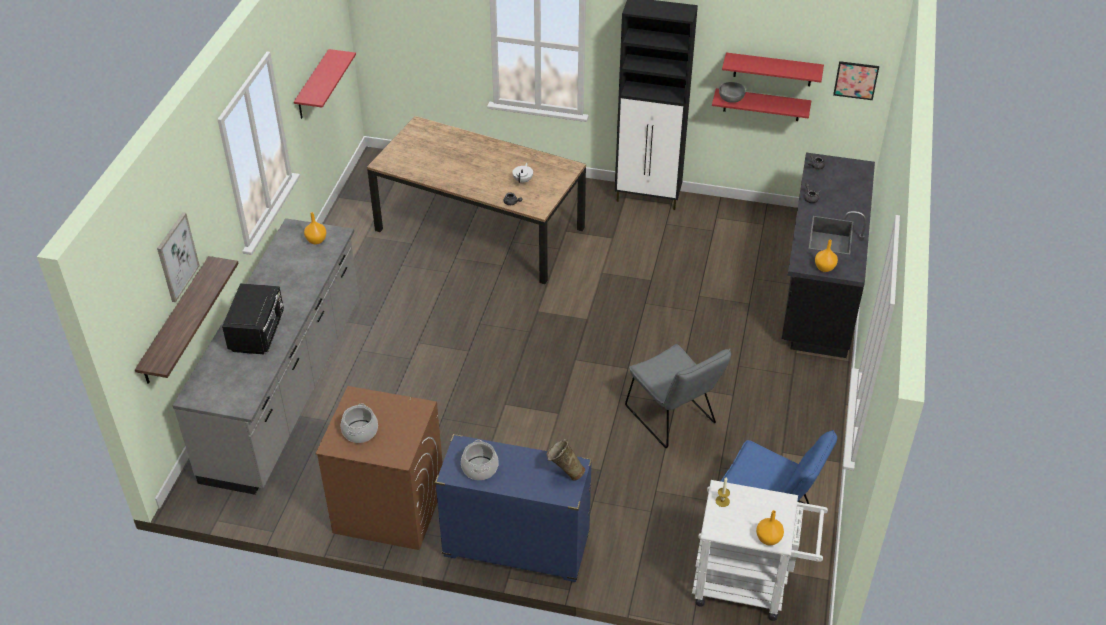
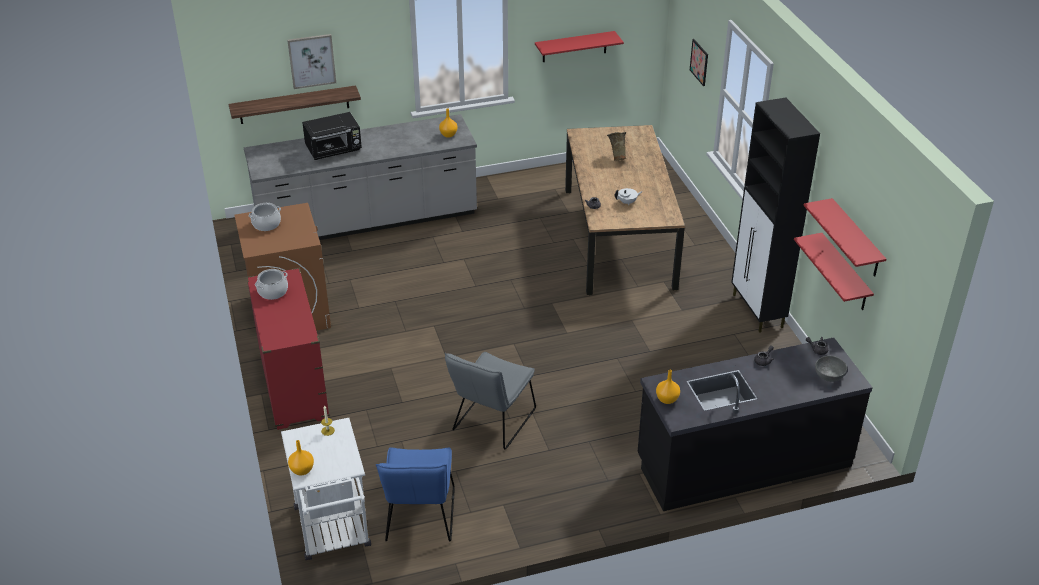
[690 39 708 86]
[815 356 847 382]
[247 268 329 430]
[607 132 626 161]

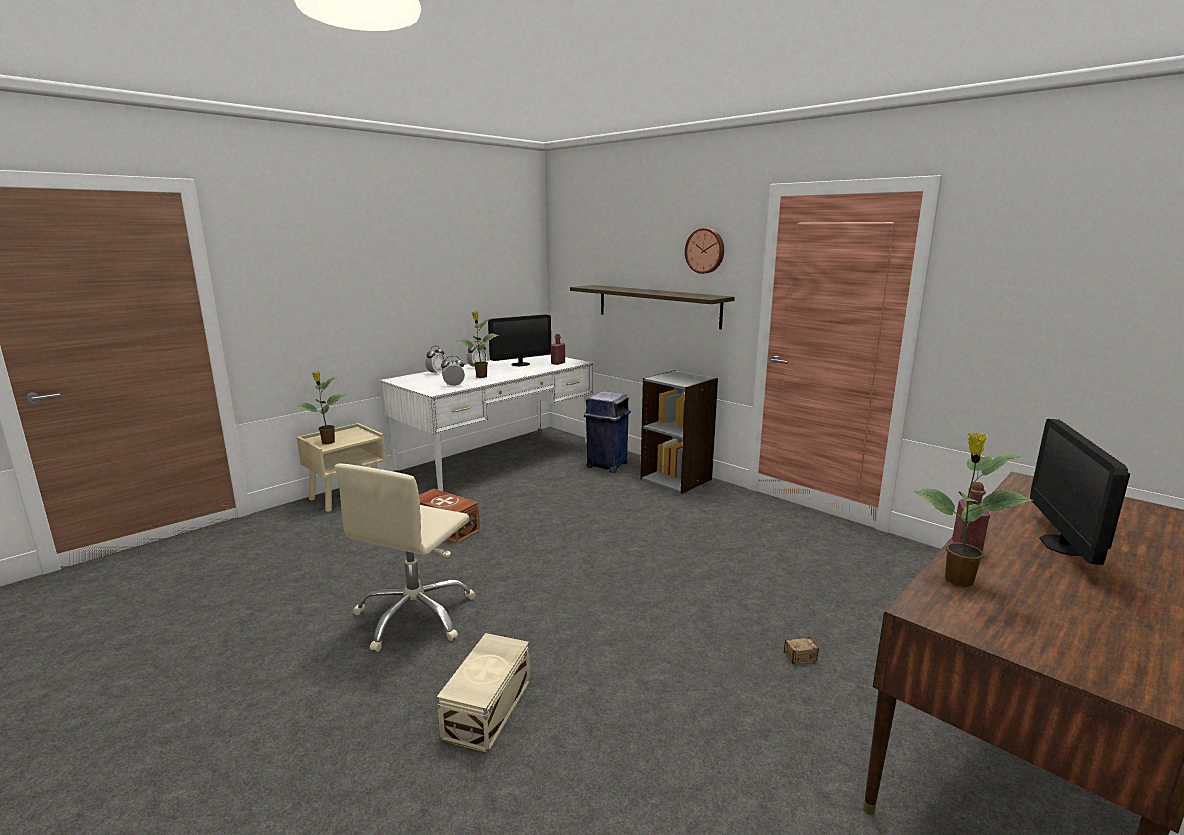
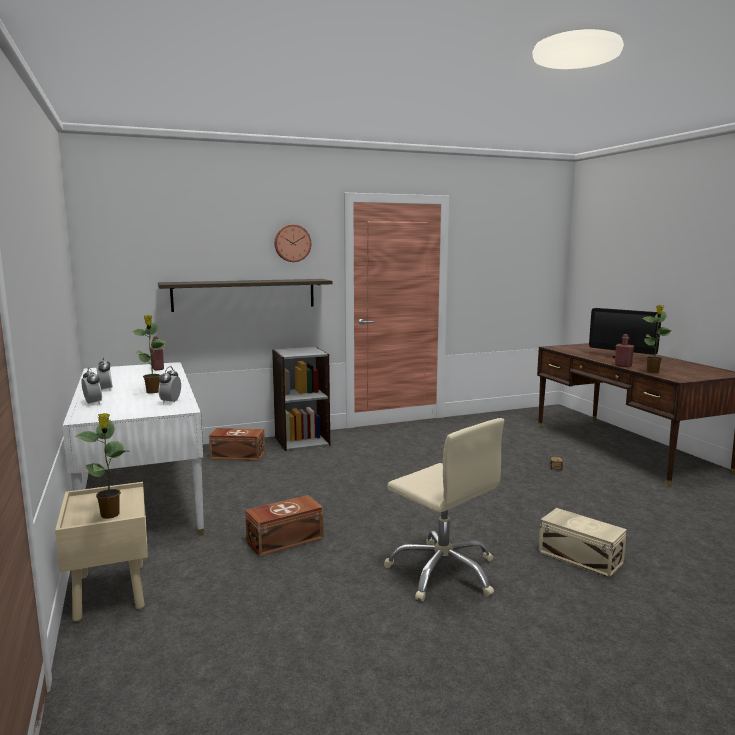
[488 314 551 366] (first image)
[209 428 265 461]

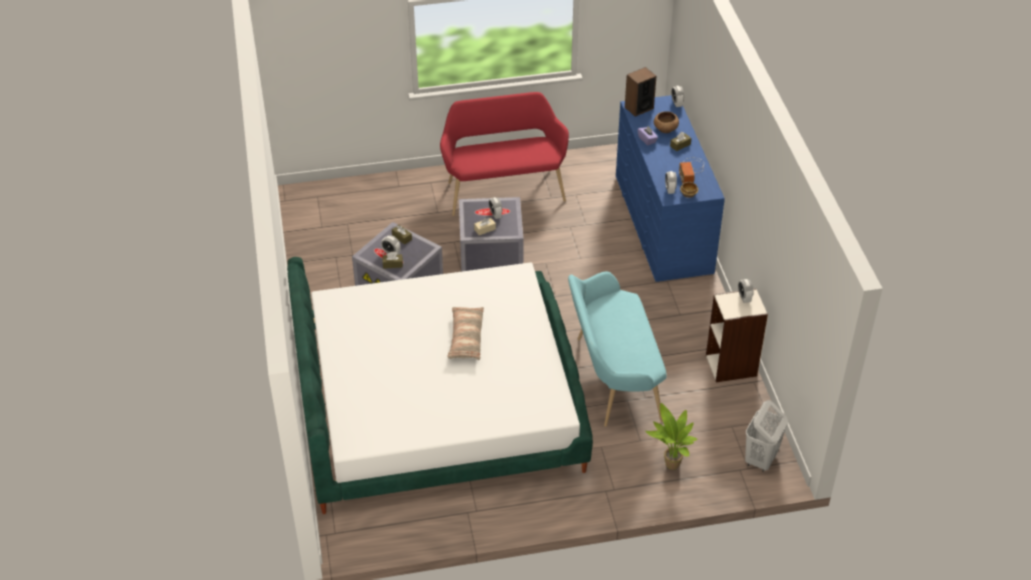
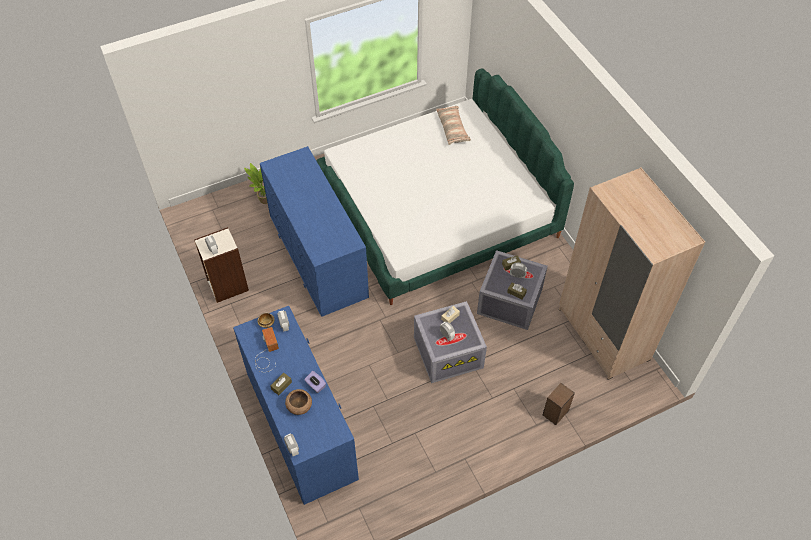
[543 383 575 425]
[440 92 569 216] (first image)
[260 146 369 317]
[436 106 471 145]
[745 400 788 472] (first image)
[559 167 705 380]

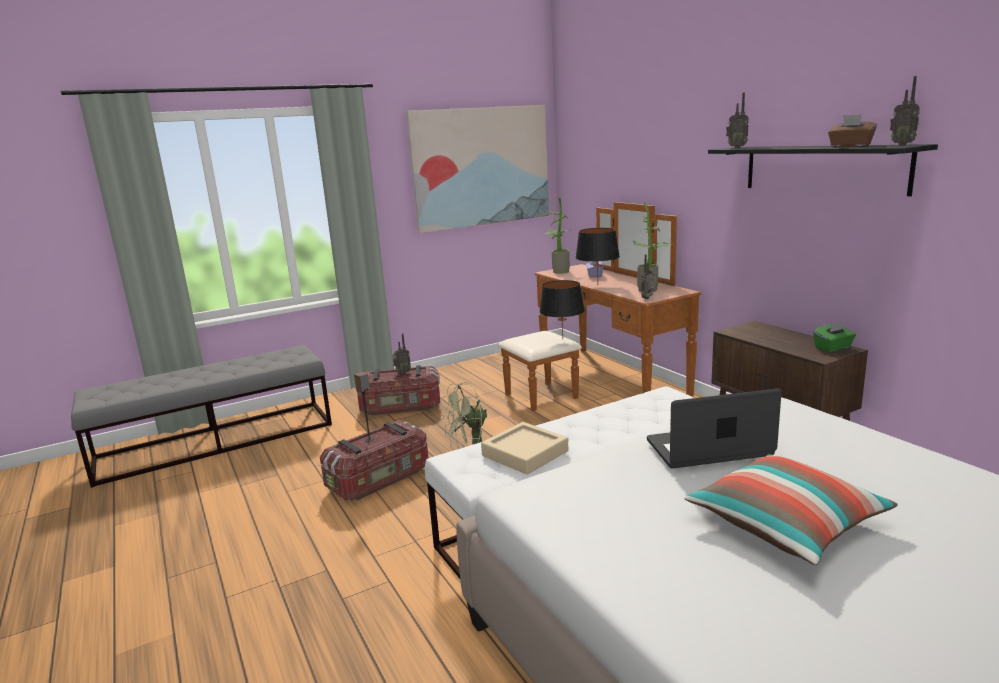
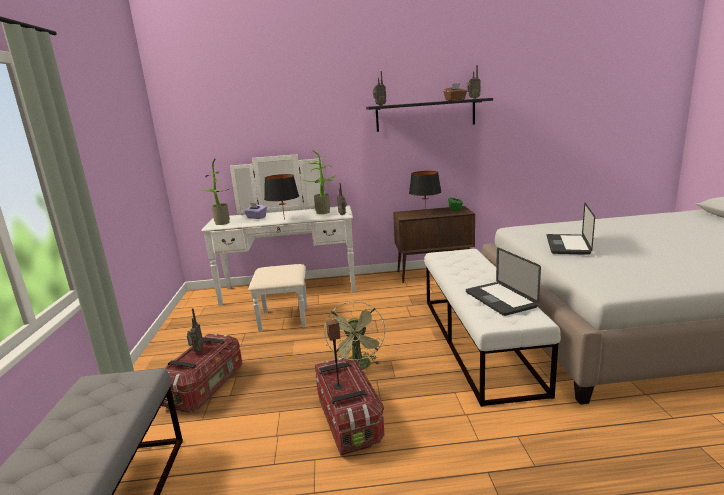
[406 105 549 233] (first image)
[201 154 356 332]
[409 171 441 213]
[466 248 541 316]
[684 454 898 565] (first image)

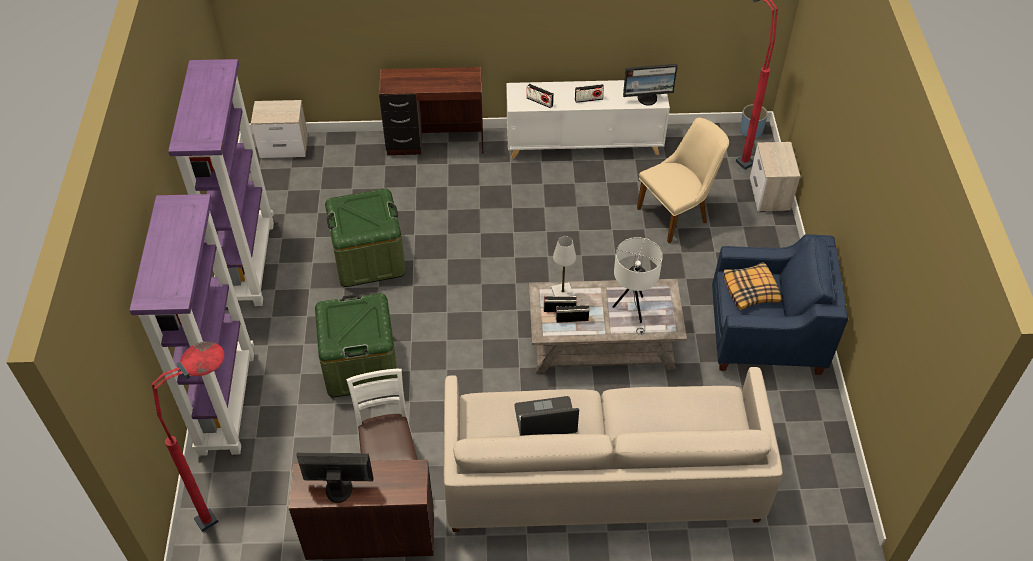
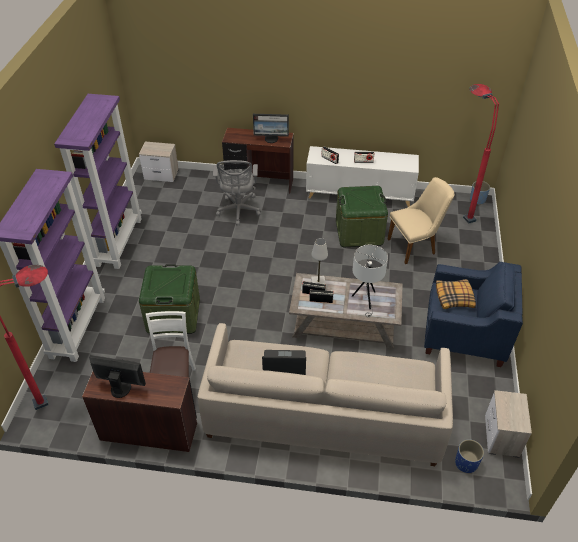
[253 114 289 143]
[485 390 532 458]
[336 186 388 247]
[213 160 261 225]
[455 439 484 473]

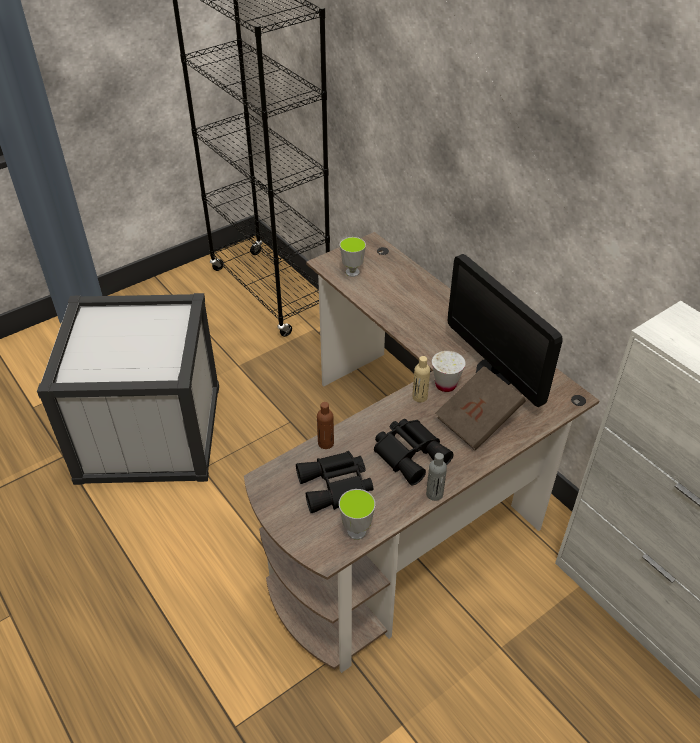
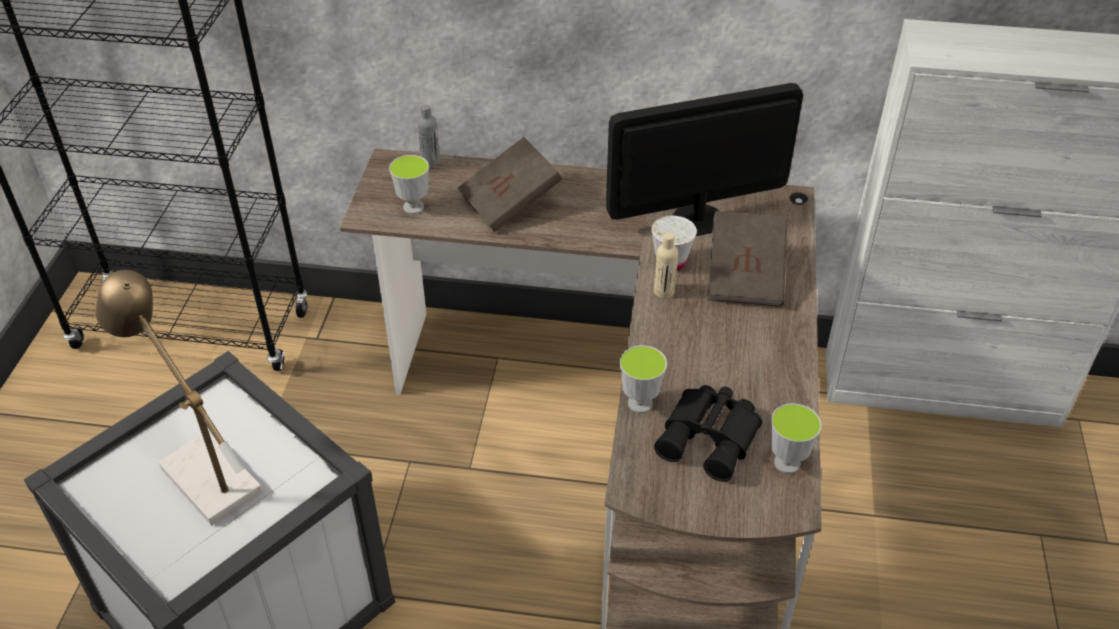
[606 83 803 236]
[620 345 667 413]
[374 419 454 485] (first image)
[418 104 440 166]
[457 137 562 232]
[95 270 263 526]

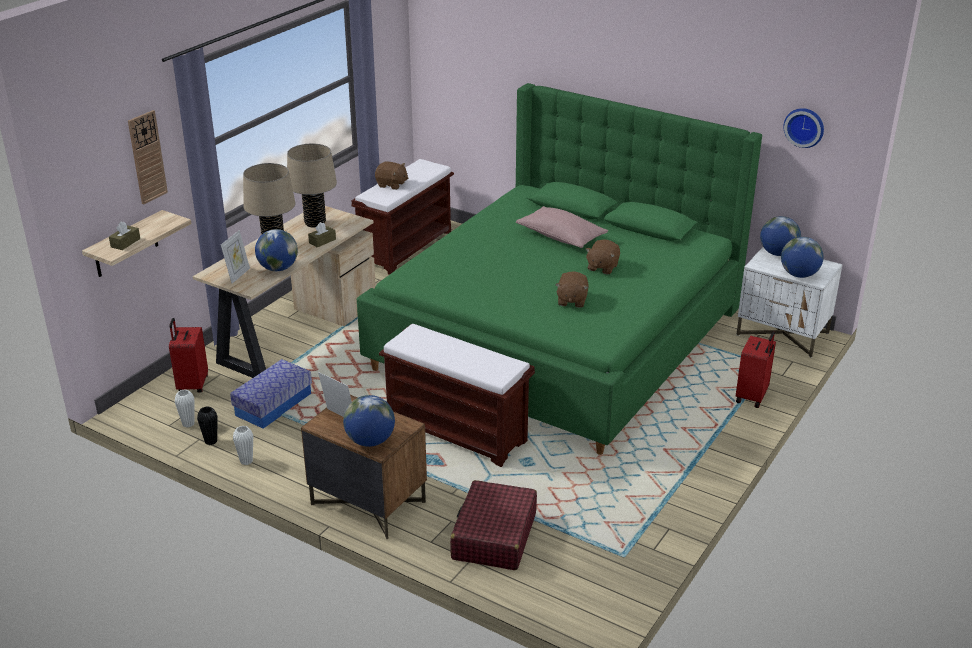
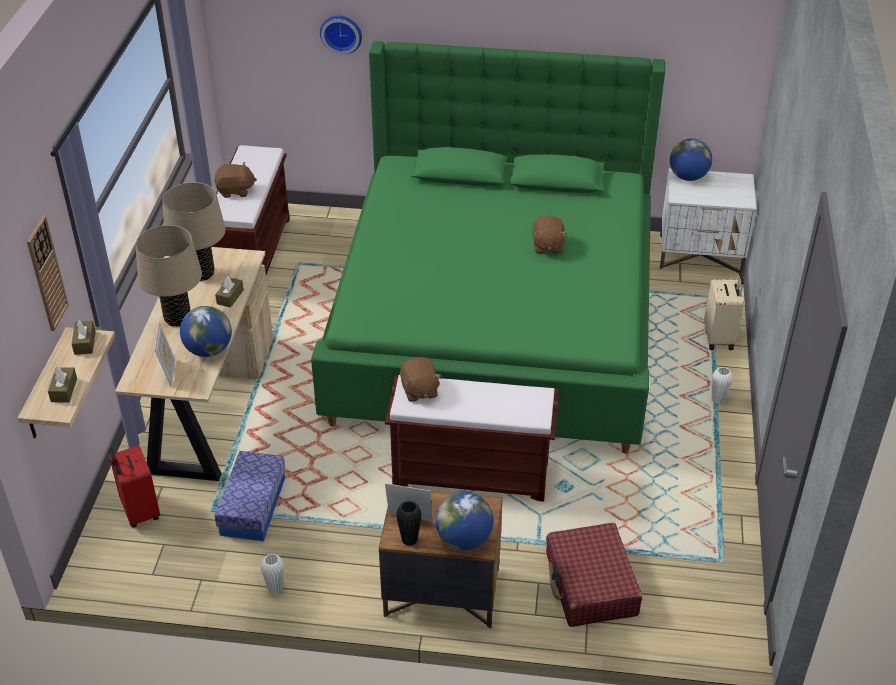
[320 16 362 55]
[516 206 608 248] (first image)
[781 237 824 278] (first image)
[400 357 442 402]
[704 272 744 350]
[712 367 733 405]
[396 501 422 546]
[72 320 96 355]

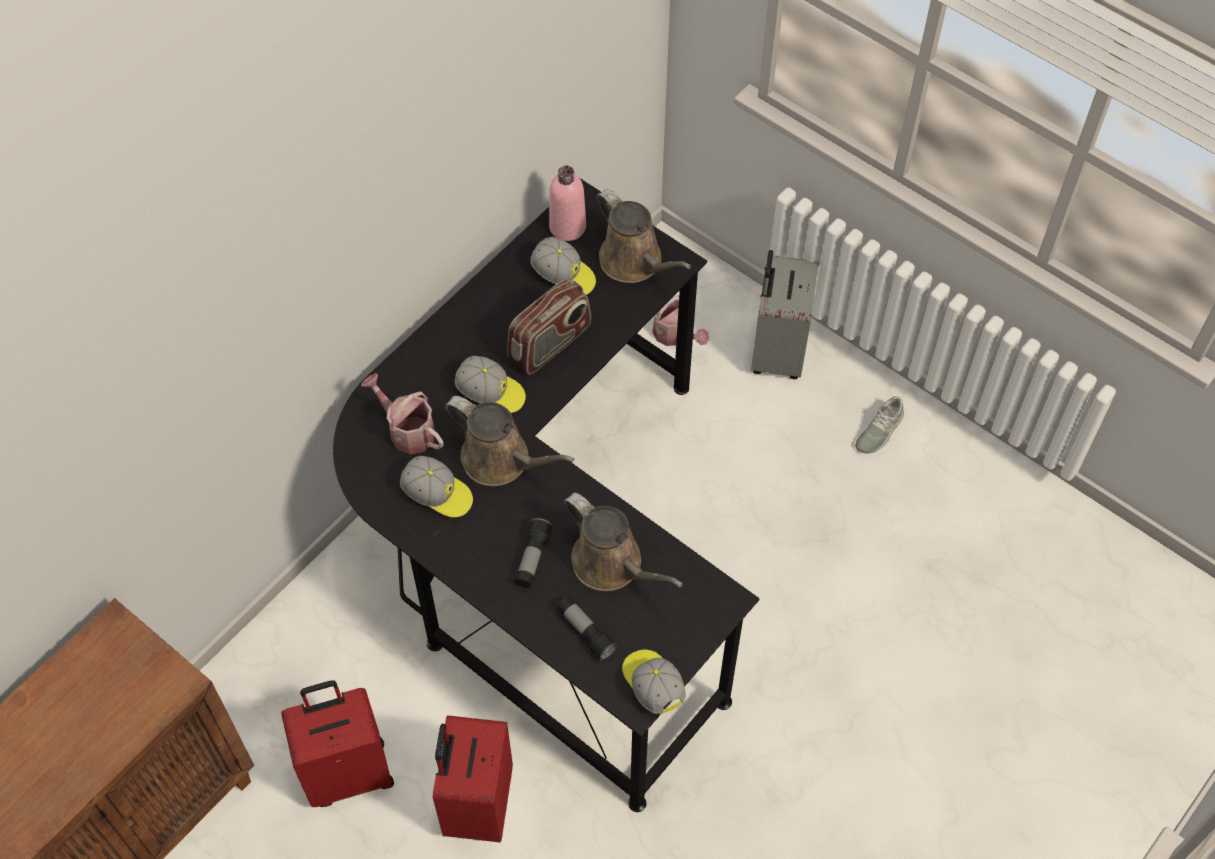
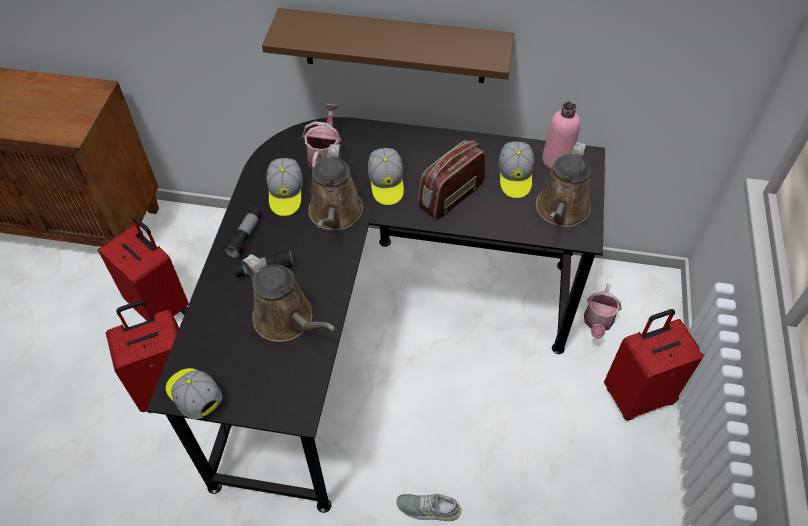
[604 309 704 421]
[418 140 486 220]
[396 494 461 521]
[242 254 335 342]
[223 207 262 259]
[166 368 222 419]
[262 8 514 83]

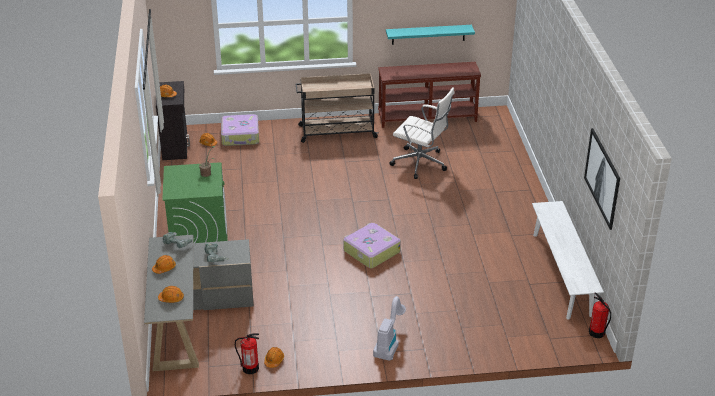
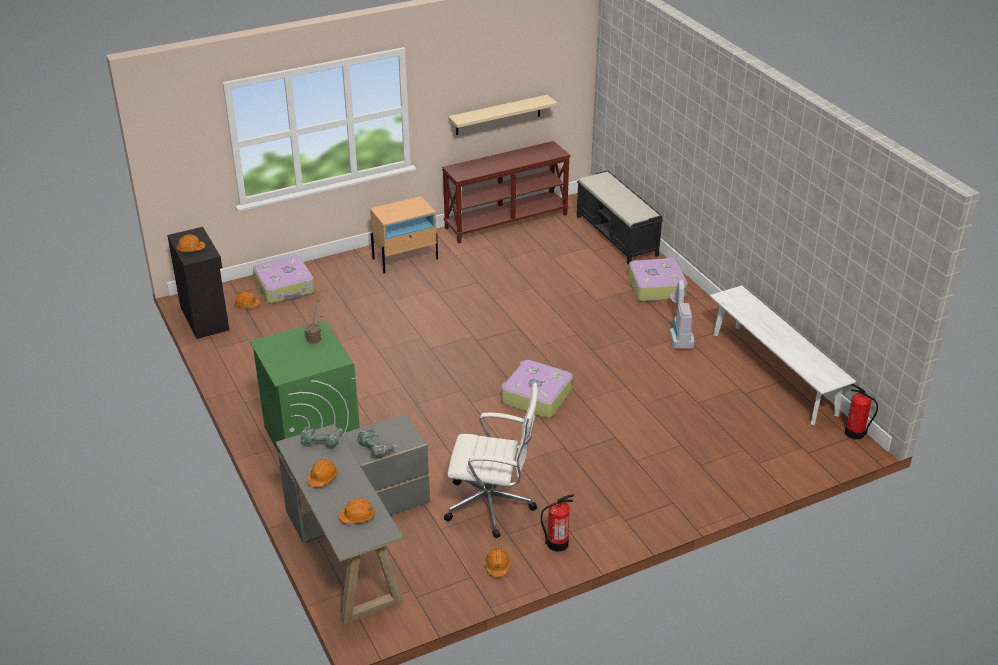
[448 95 557 135]
[370 196 438 273]
[444 383 538 538]
[584 128 620 230] (first image)
[670 280 695 349]
[541 494 574 552]
[577 170 663 265]
[628 258 688 302]

